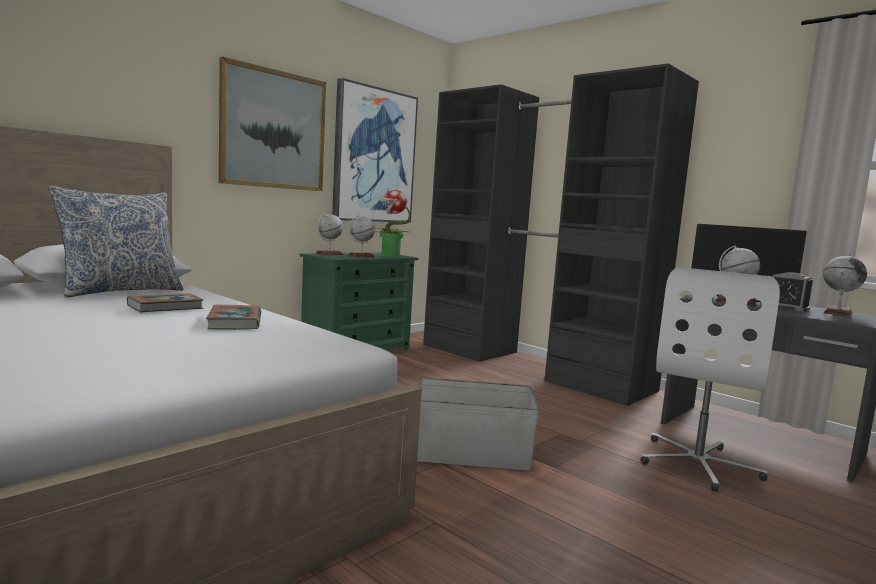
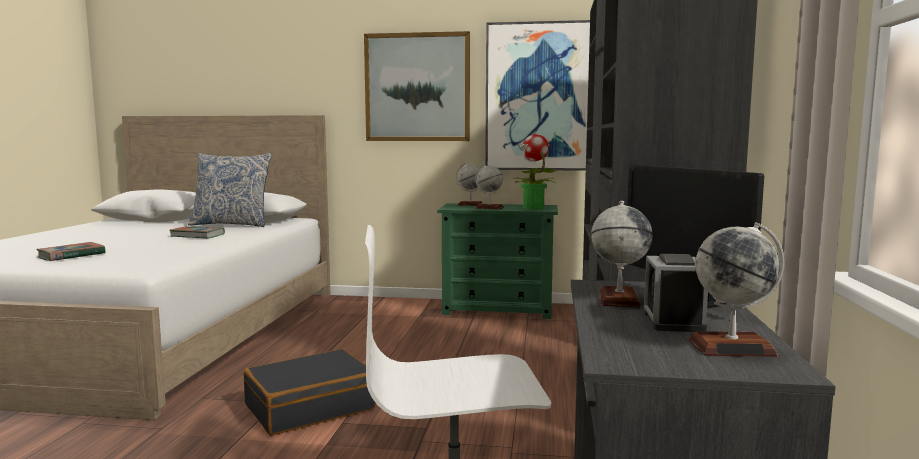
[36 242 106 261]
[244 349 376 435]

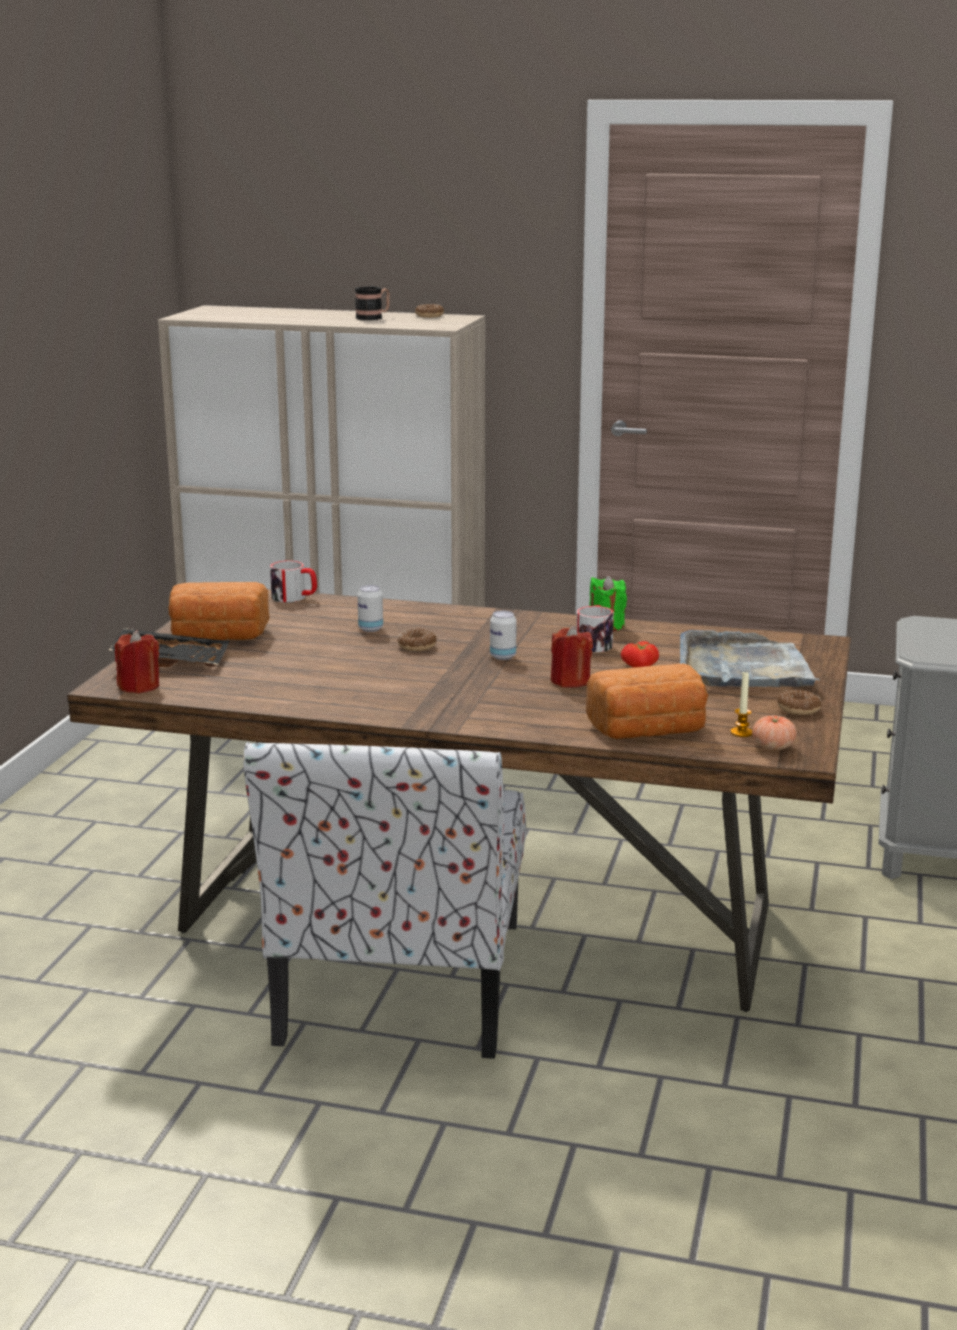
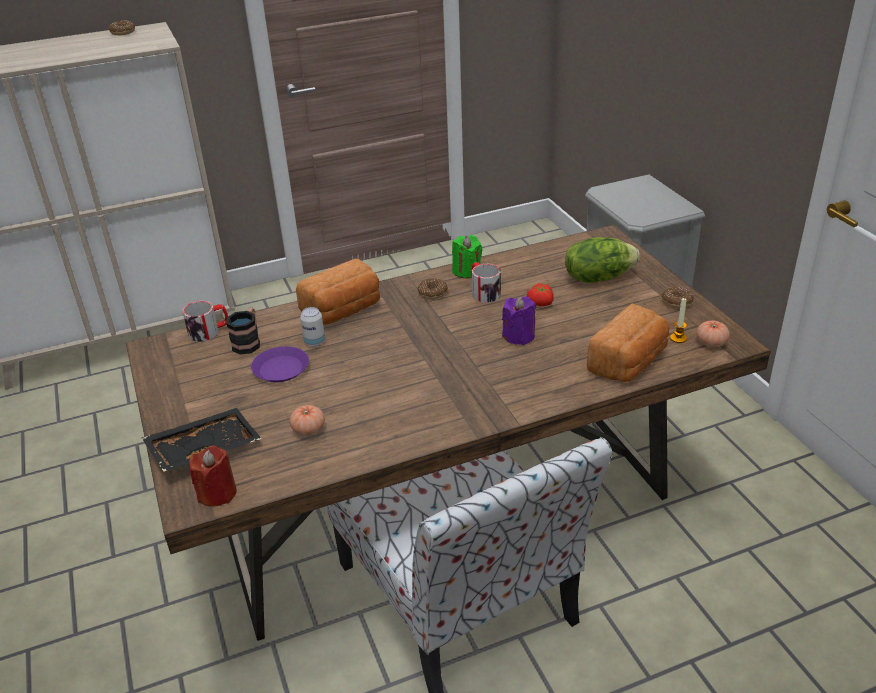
[226 308 260 355]
[296 259 380 325]
[490 611 517 660] (first image)
[502 296 536 345]
[418 278 448 299]
[565 237 640 283]
[251 346 309 382]
[289 405 325 436]

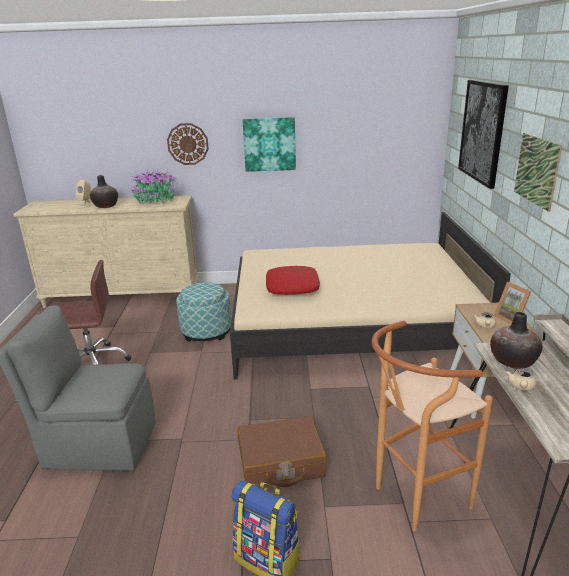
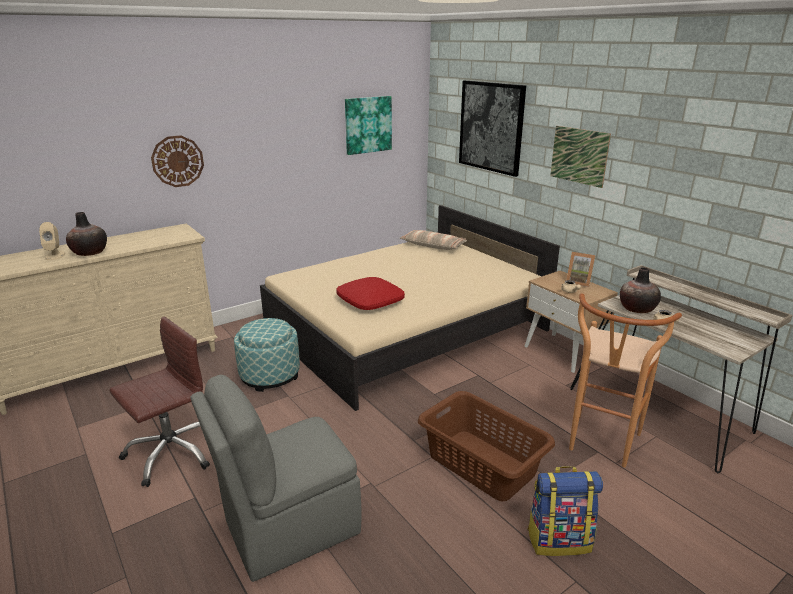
[345 96 392 155]
[131 169 177 205] (first image)
[418 391 555 501]
[400 230 467 250]

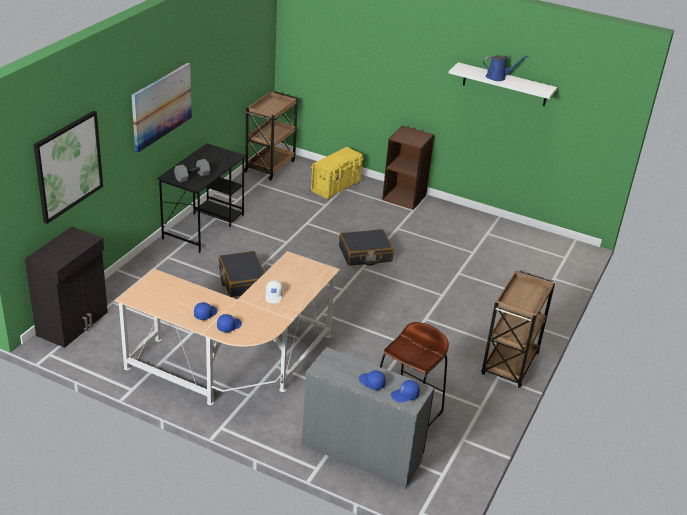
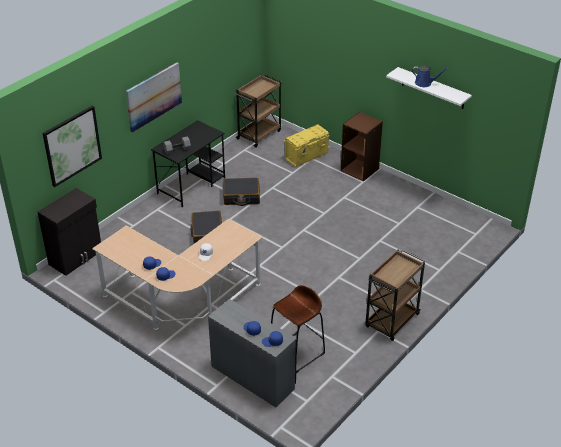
[223 178 260 206]

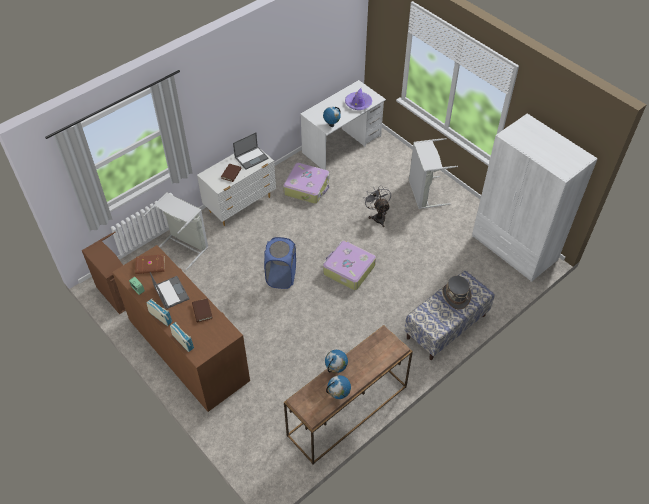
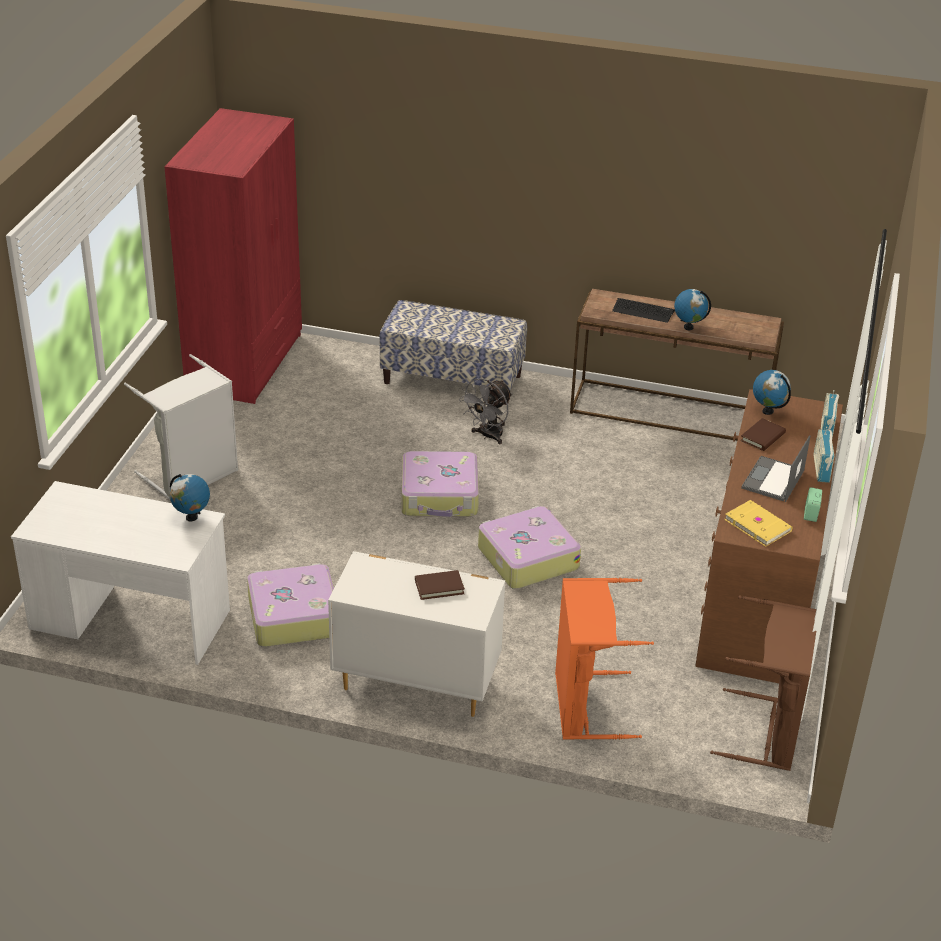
[345 88 372 110] (first image)
[164 108 302 404]
[233 133 269 170] (first image)
[459 378 512 444]
[555 578 654 740]
[478 506 581 589]
[724 500 792 547]
[442 276 471 309] (first image)
[753 370 791 415]
[612 298 675 323]

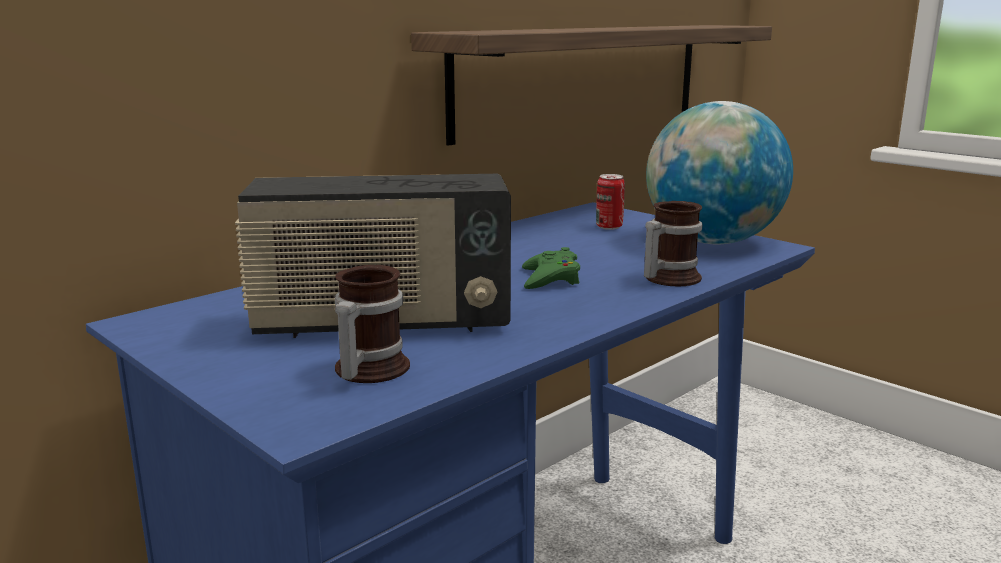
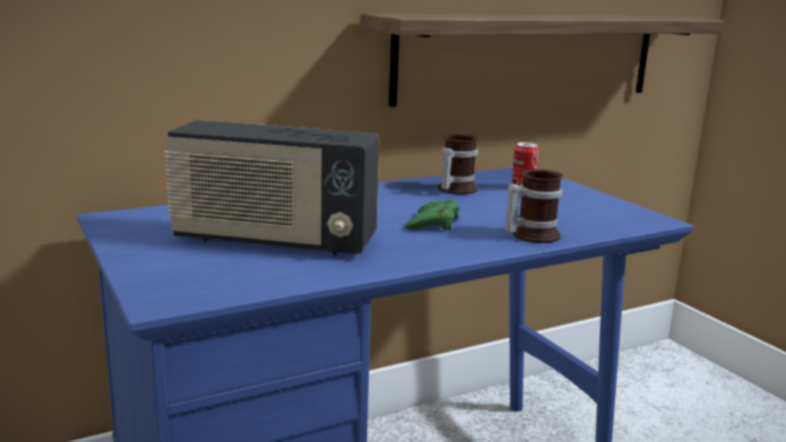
[646 101 793 244] (first image)
[438 134 478 194]

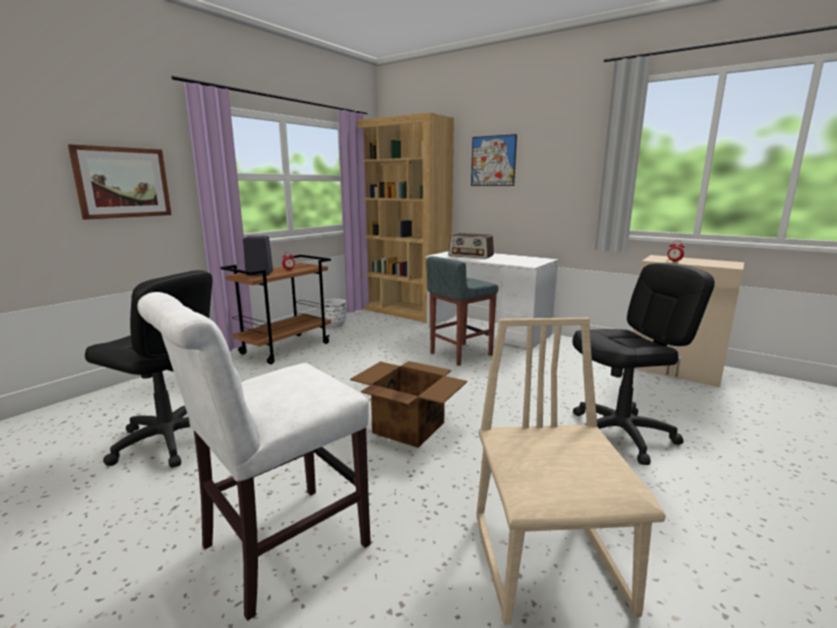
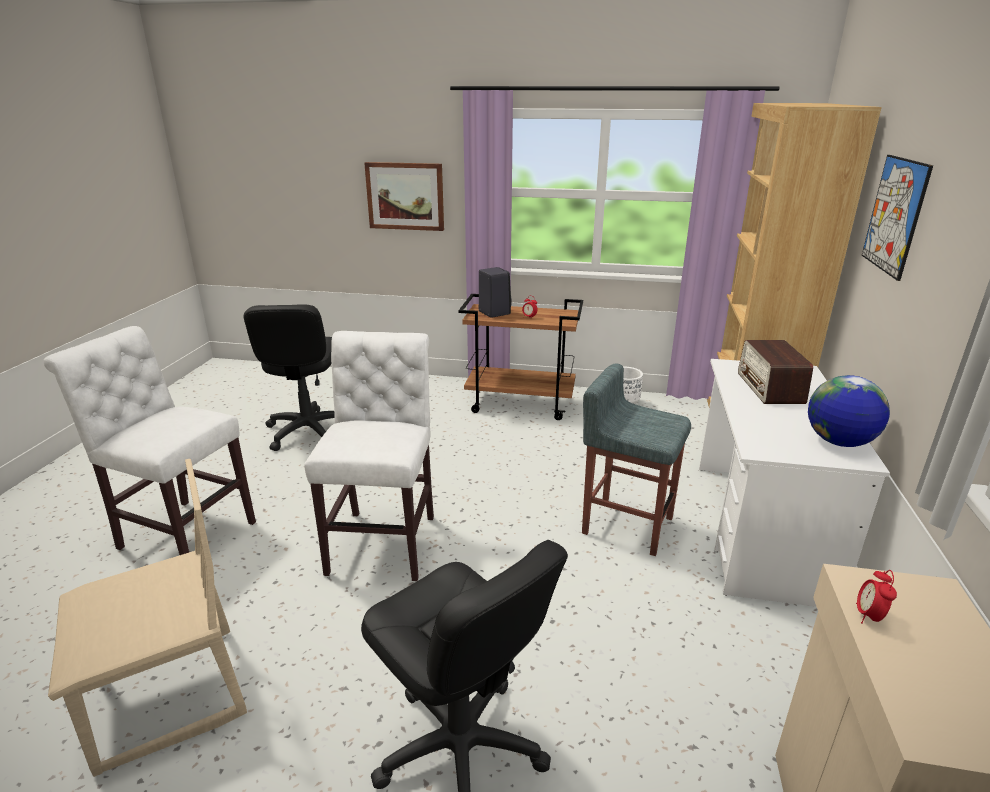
[304 331 434 581]
[808 375 890 447]

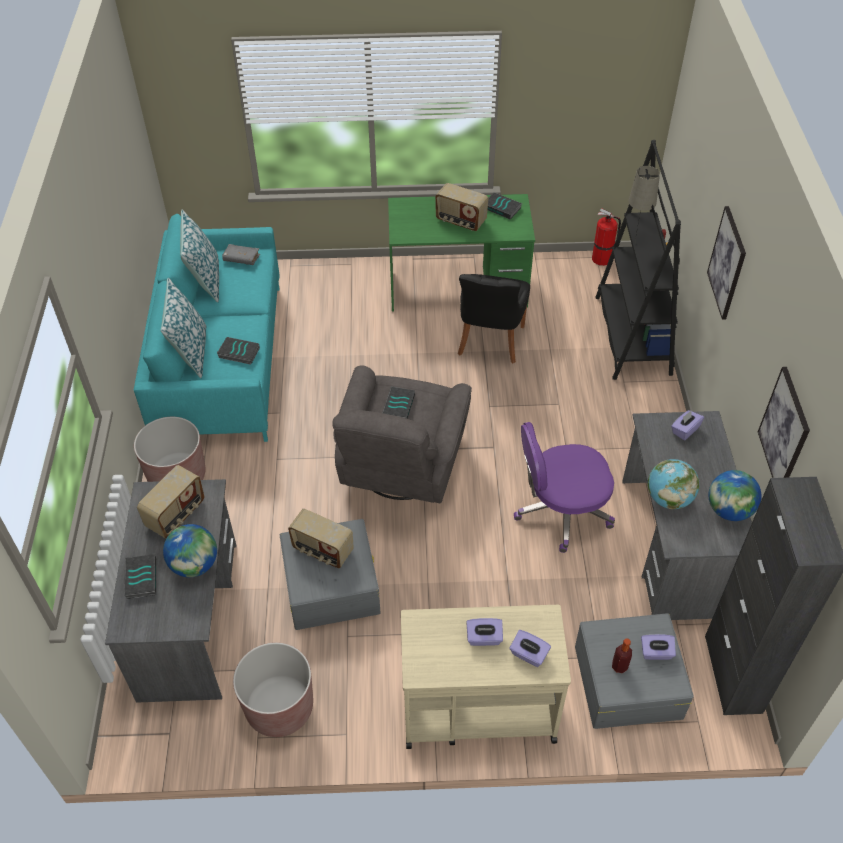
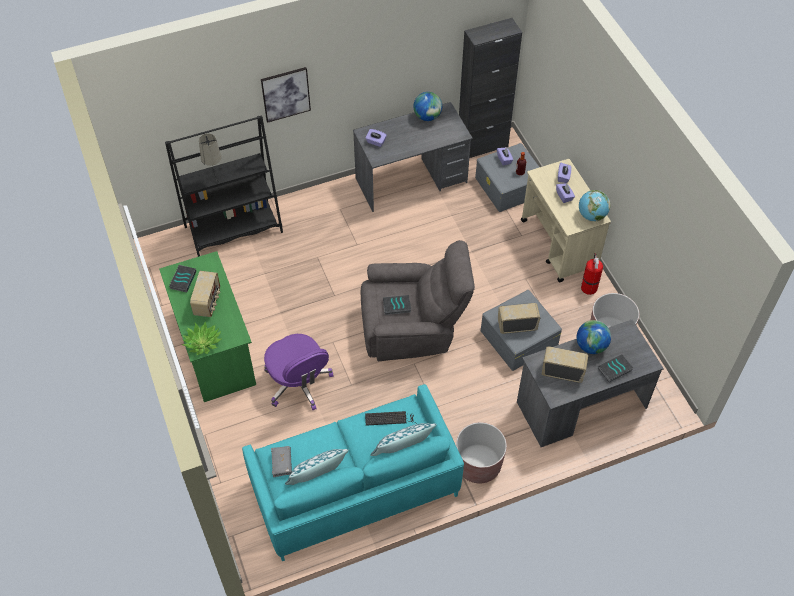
[581 253 603 295]
[458 274 530 363] (first image)
[365 411 418 426]
[758 367 810 478] (first image)
[264 334 333 410]
[579 190 610 221]
[498 303 540 334]
[182 322 222 355]

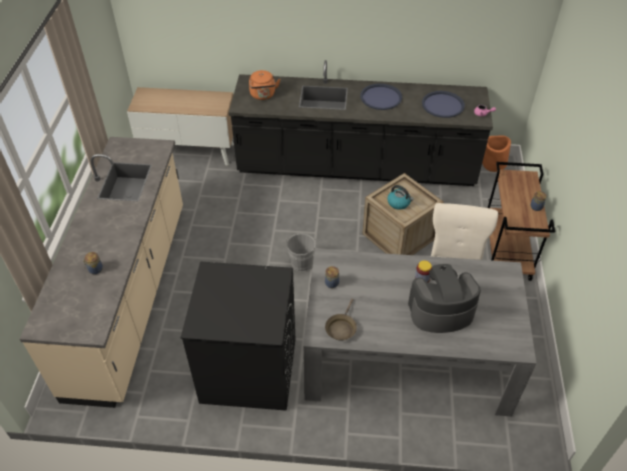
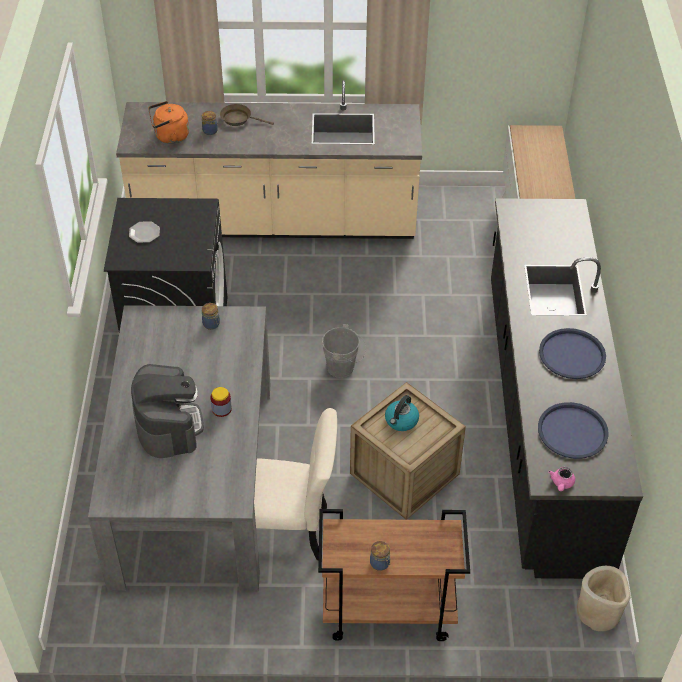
[148 101 189 144]
[577 566 631 631]
[220 104 274 126]
[129 221 160 243]

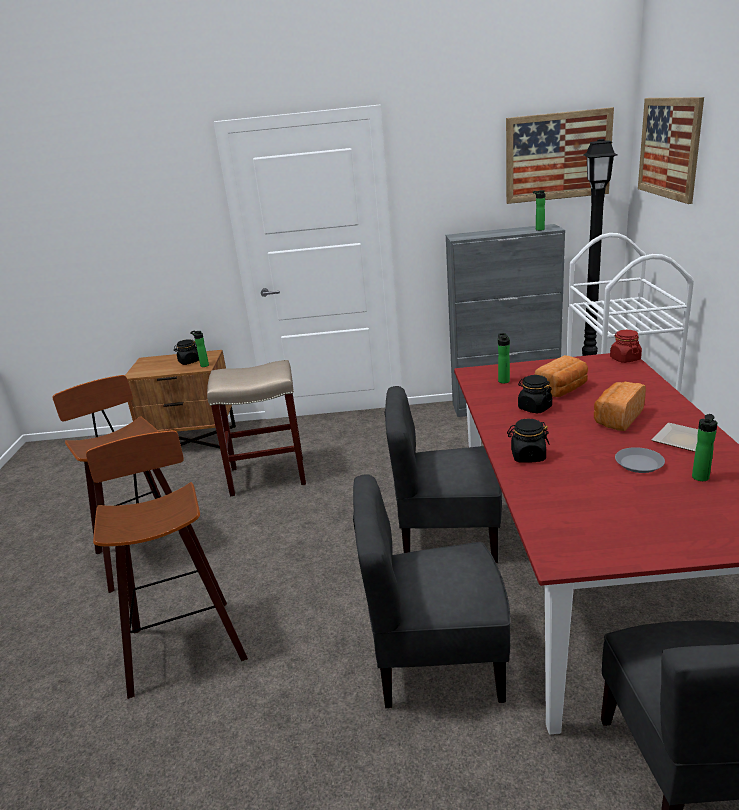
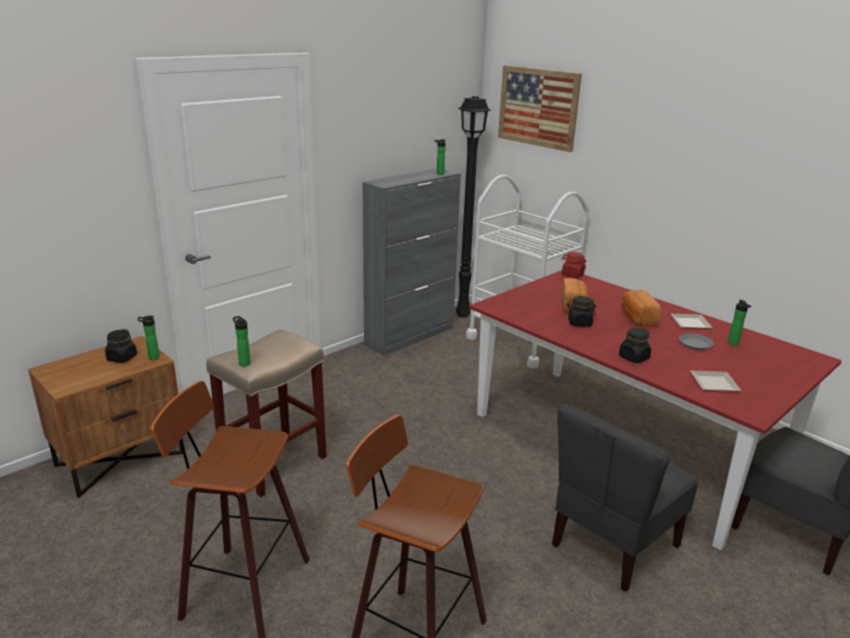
[506 107 614 204] (first image)
[233 316 251 366]
[385 386 502 563] (first image)
[690 371 741 392]

